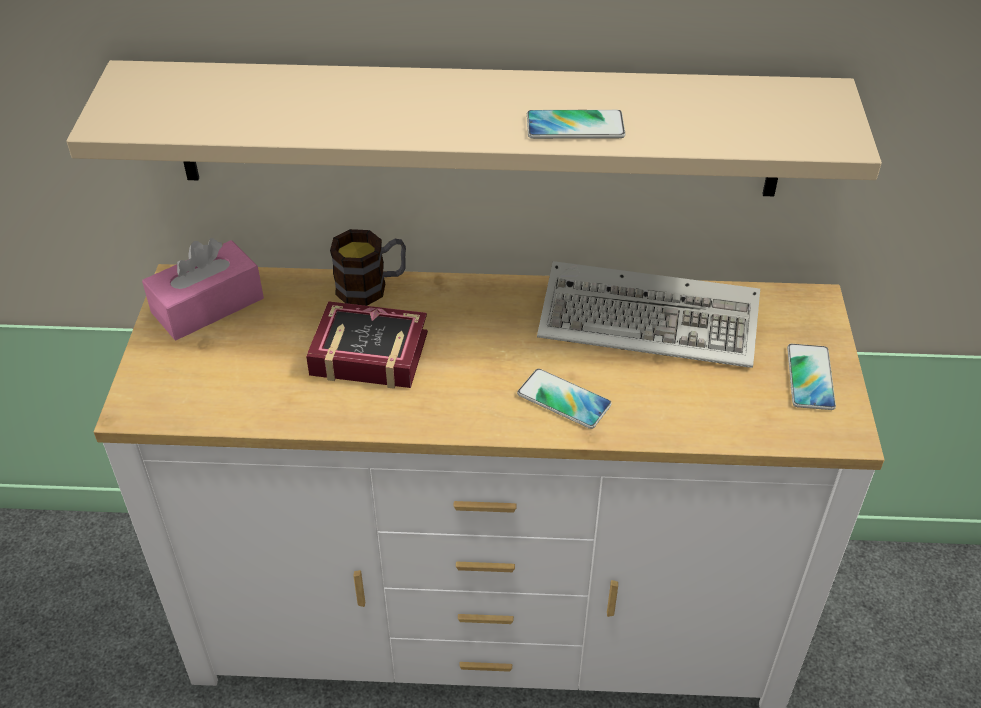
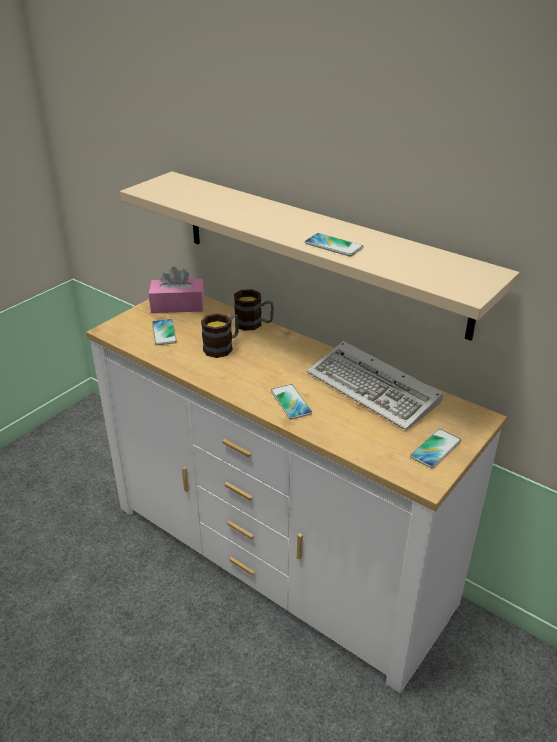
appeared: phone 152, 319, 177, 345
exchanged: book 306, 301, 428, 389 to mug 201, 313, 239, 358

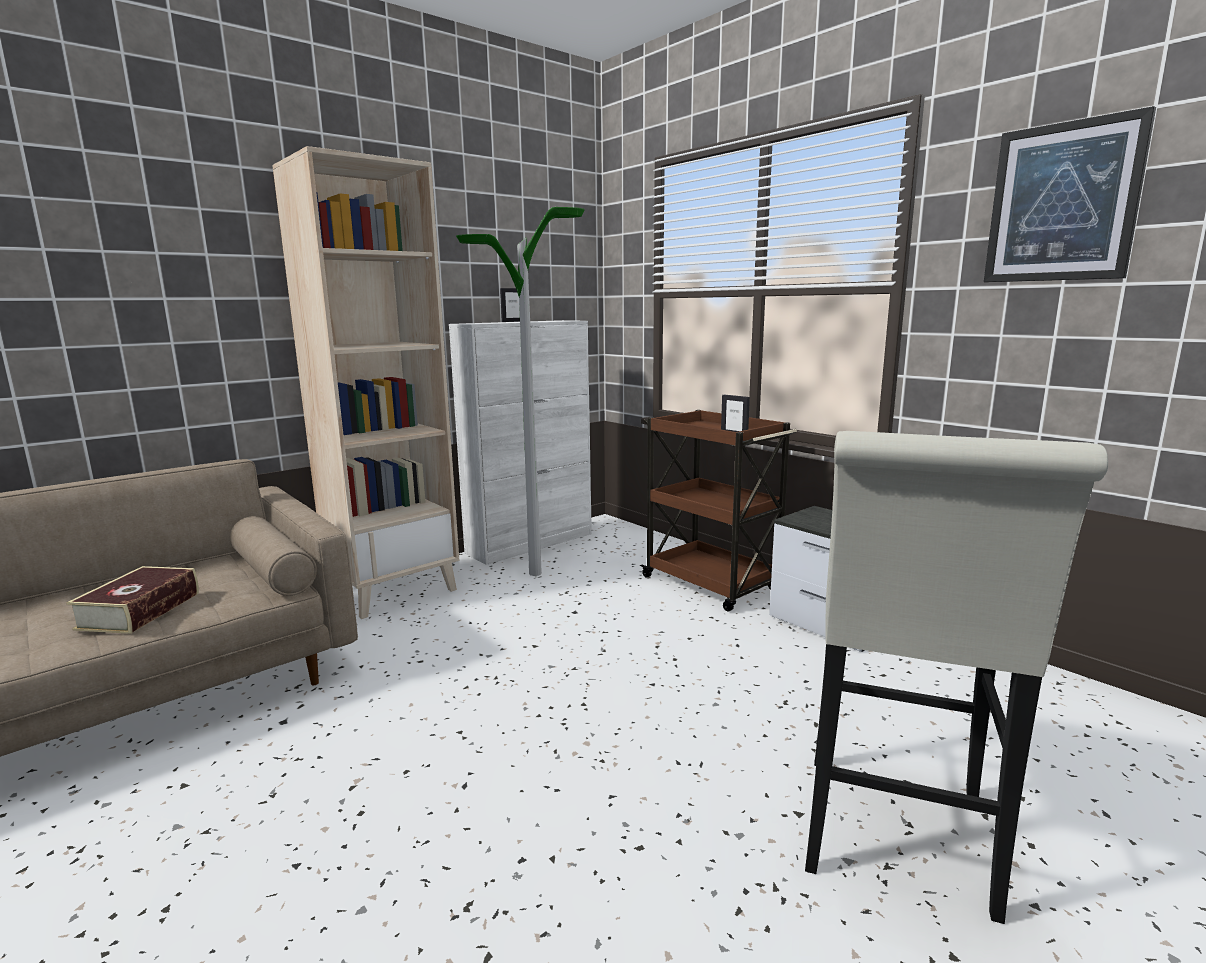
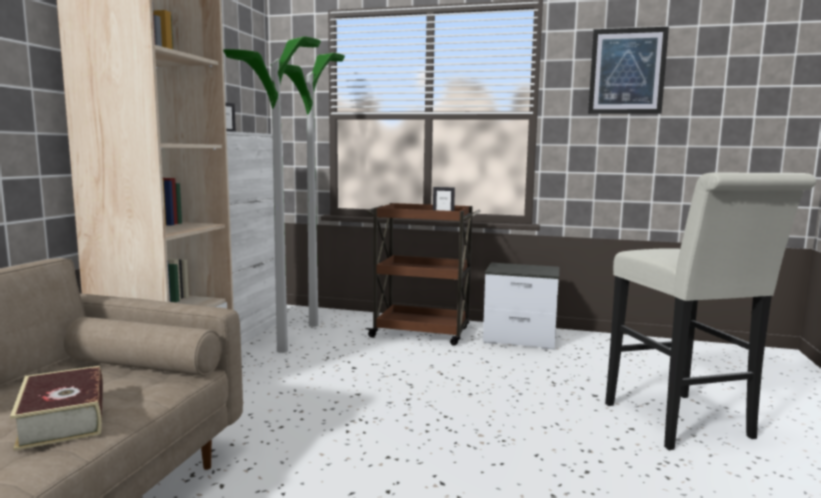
appeared: floor lamp 270, 53, 345, 327

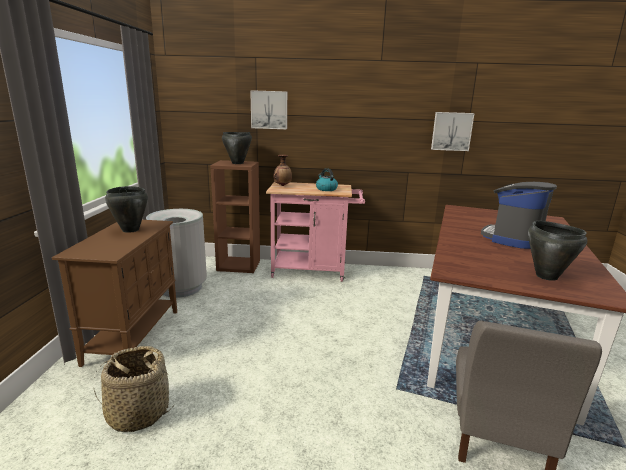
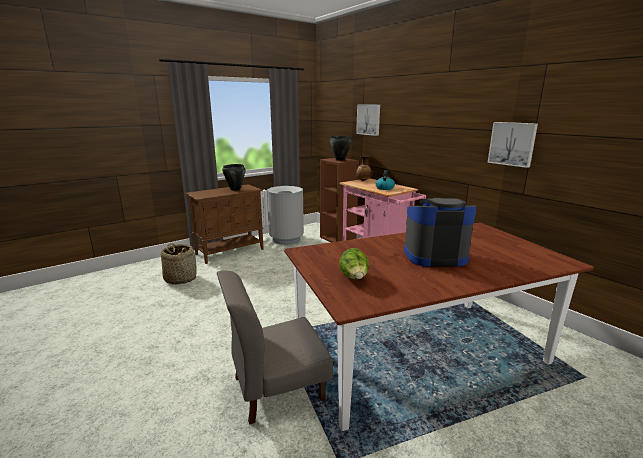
exchanged: black cooking pot 528, 221, 587, 281 to lettuce 339, 248, 369, 279

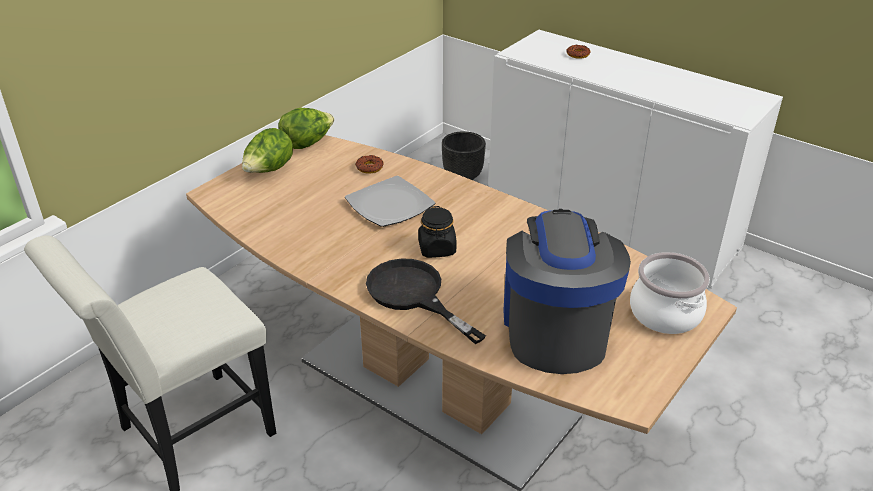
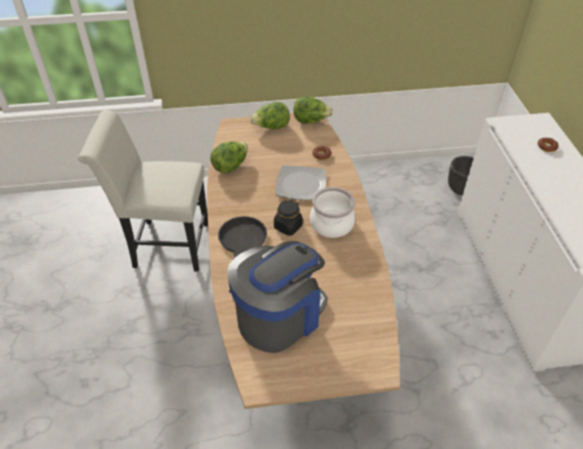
appeared: lettuce 210, 141, 248, 173
relocated: cooking pot 630, 252, 710, 334 to 310, 187, 355, 238

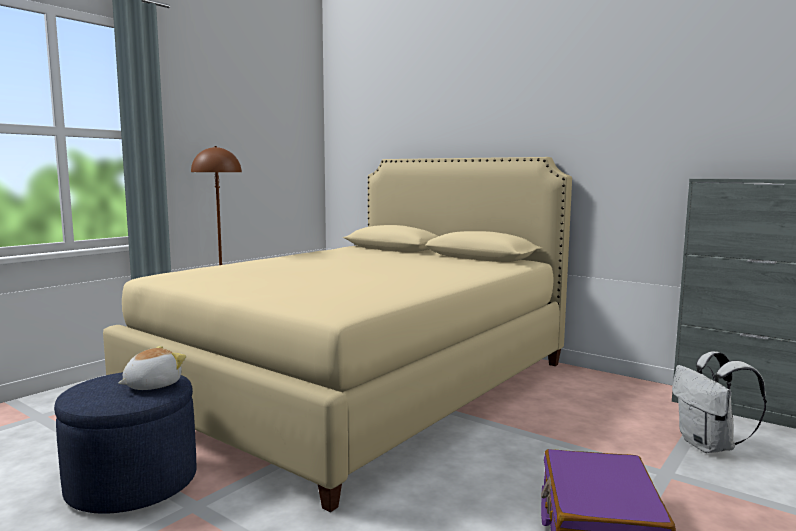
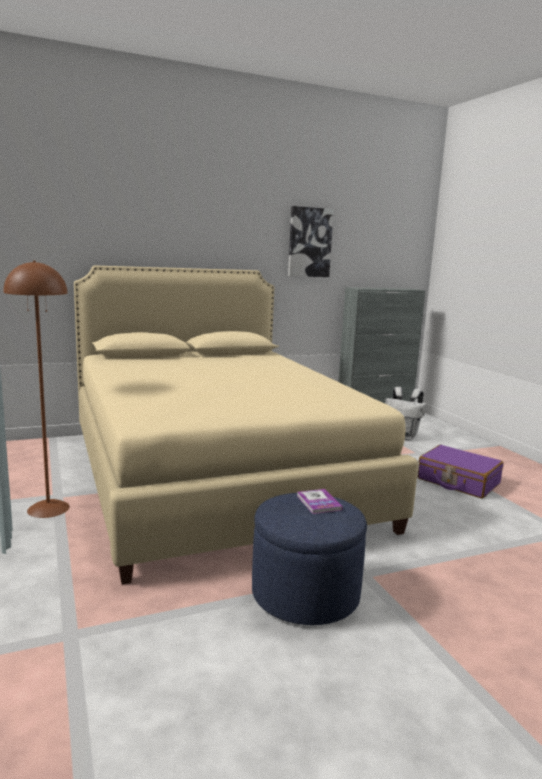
appeared: picture 288, 206, 334, 277
exchanged: plush toy 118, 346, 186, 390 to book 297, 489, 343, 514

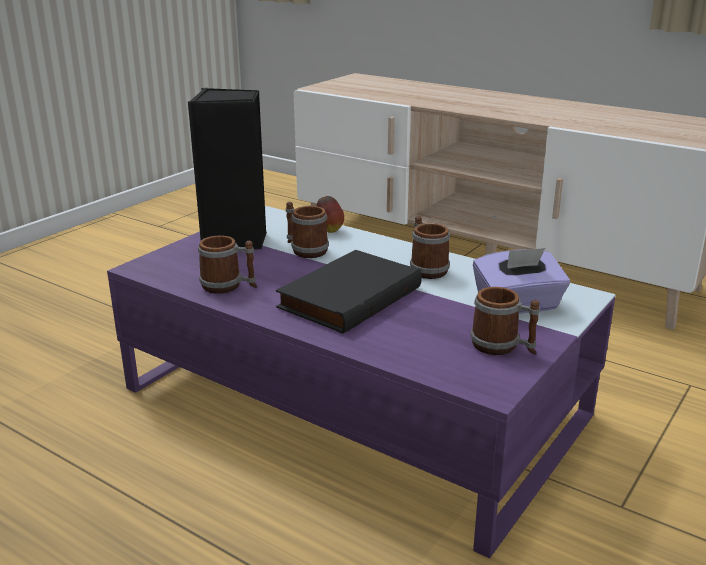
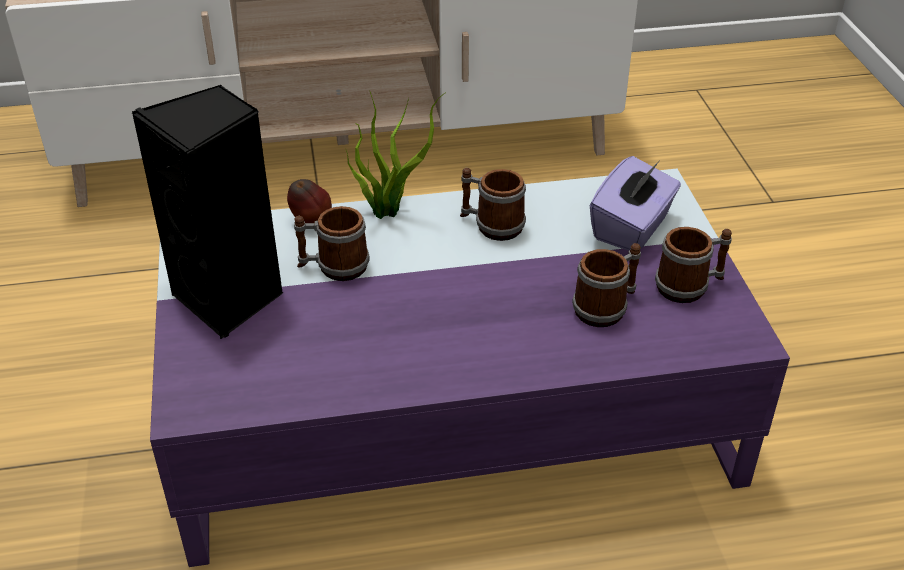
missing: black book 276, 250, 422, 334
appeared: potted plant 346, 90, 445, 219
relocated: mug 198, 236, 257, 294 to 572, 243, 641, 327

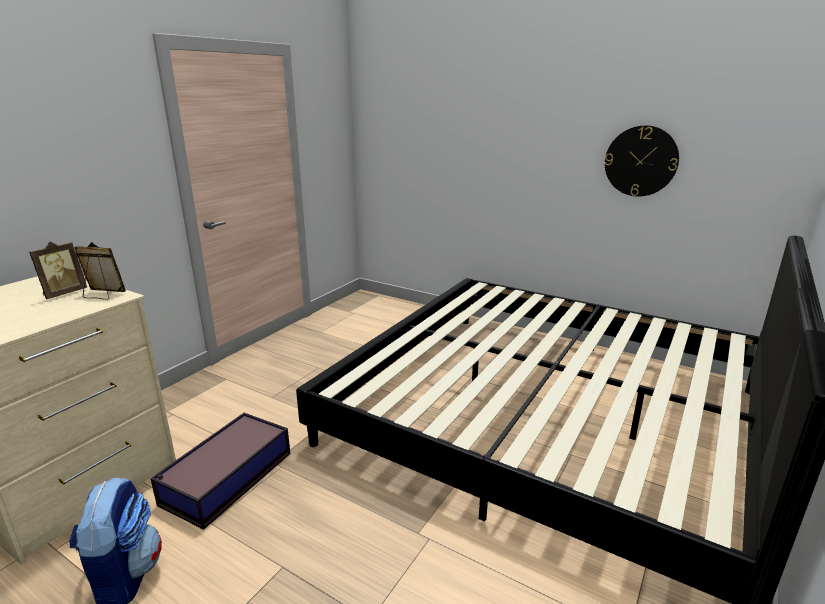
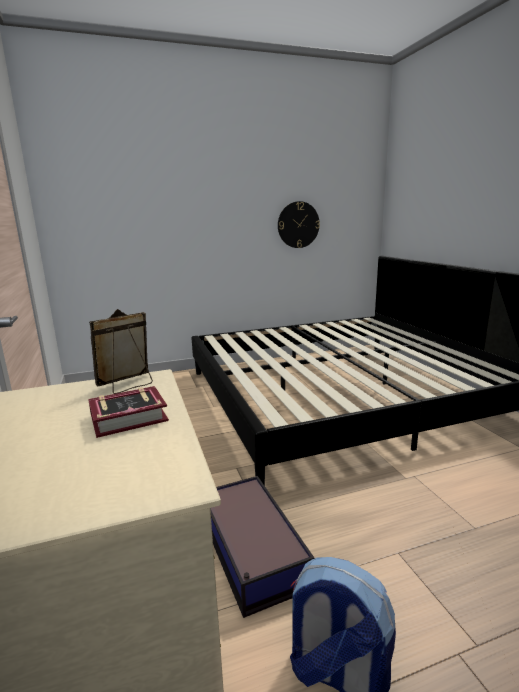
missing: picture frame 29, 242, 87, 299
appeared: book 88, 386, 169, 438

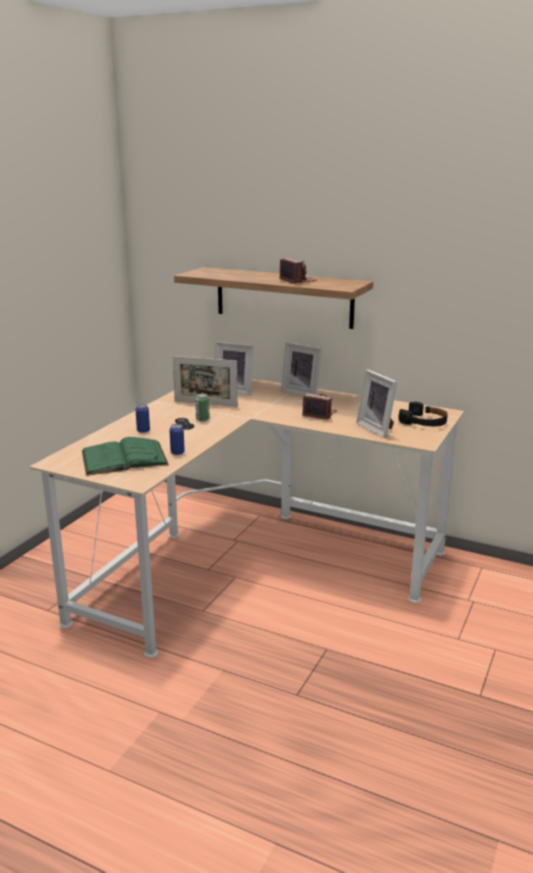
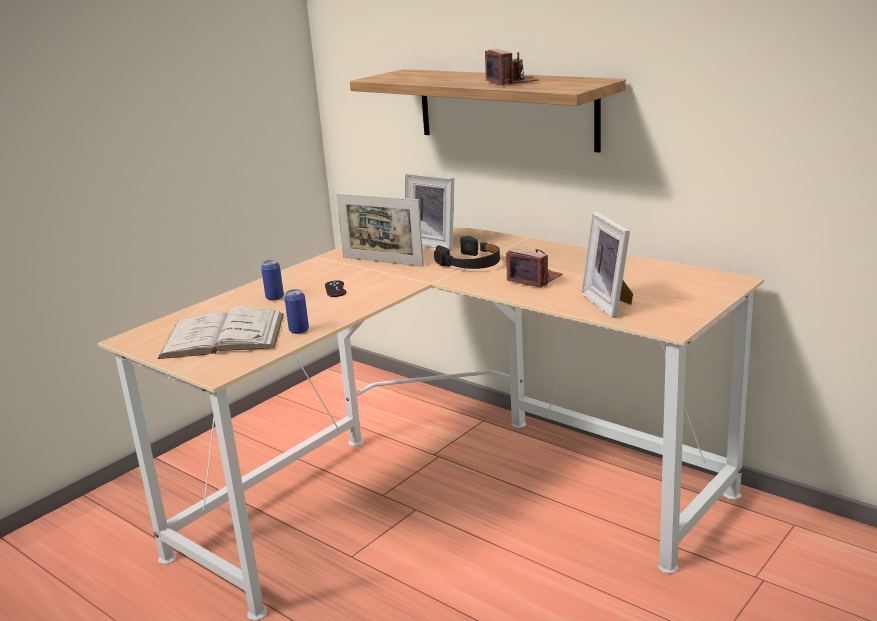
missing: can 195, 394, 210, 421; picture frame 281, 342, 322, 396
relocated: black headphones 399, 402, 448, 426 to 434, 236, 500, 269
colour: green book 82, 437, 169, 476 to white book 158, 306, 284, 359

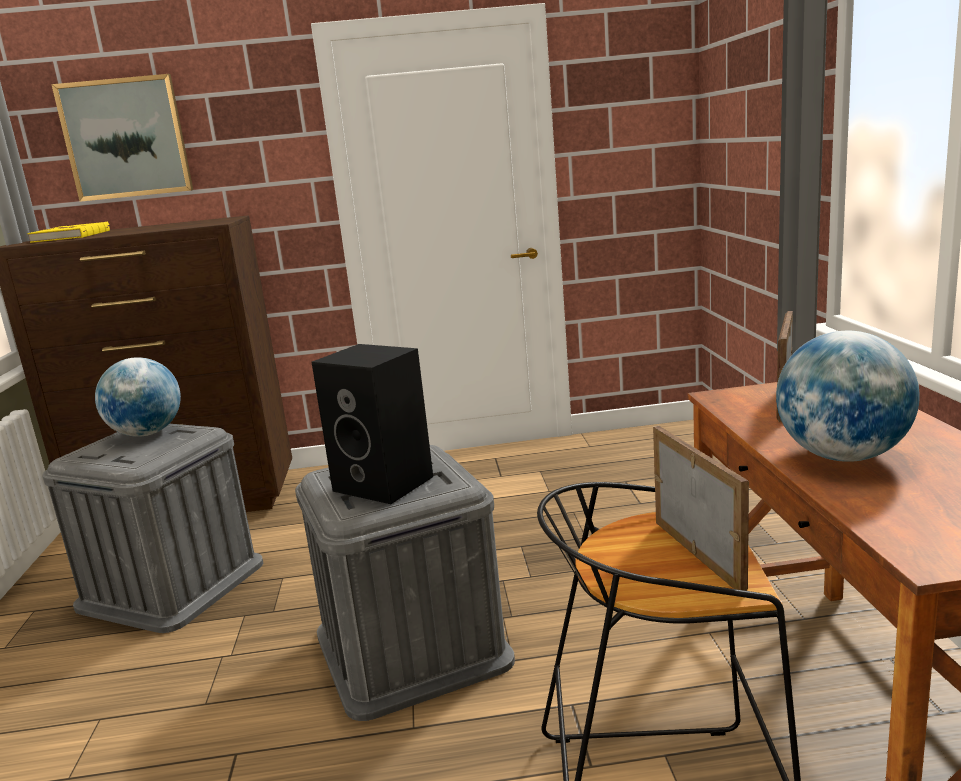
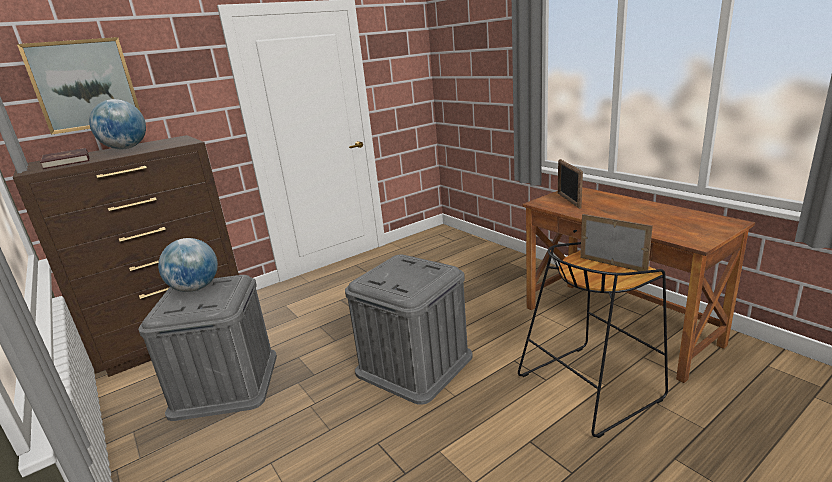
missing: black speaker 311, 344, 433, 504
relocated: globe 776, 331, 920, 462 to 89, 99, 146, 149
colour: yellow book 27, 222, 110, 243 to red book 40, 148, 89, 169

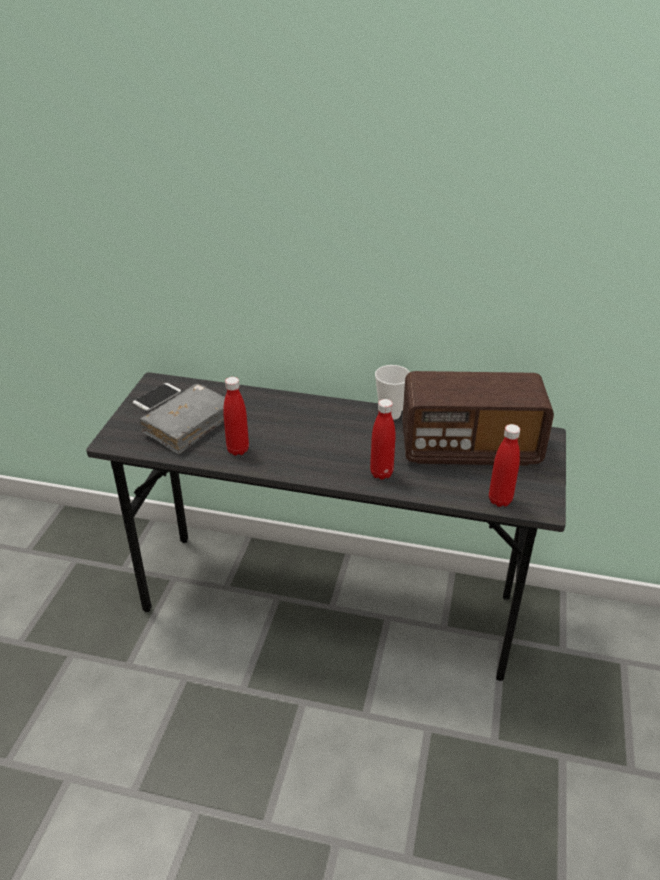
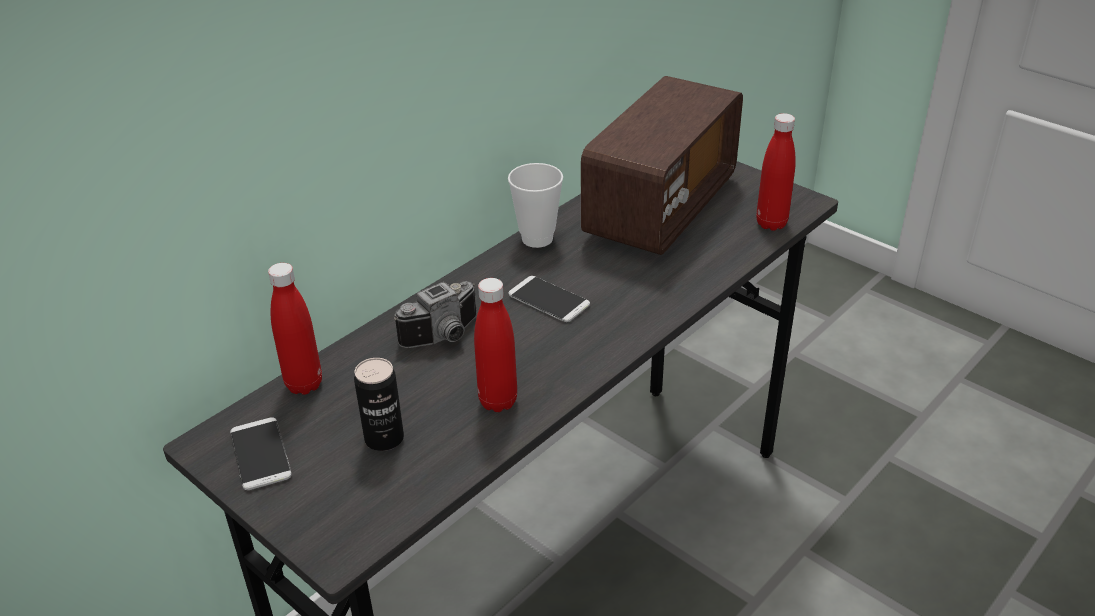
appeared: photo camera 394, 281, 477, 348; phone 508, 276, 590, 322
relocated: red bottle 370, 399, 395, 480 to 268, 263, 322, 395
exchanged: grey book 139, 384, 225, 454 to can 354, 358, 404, 451

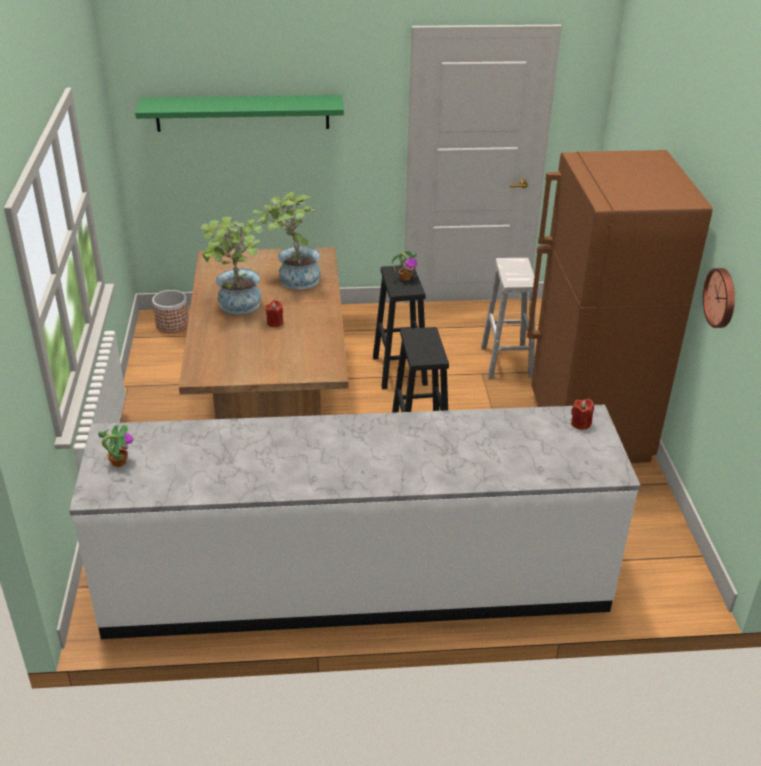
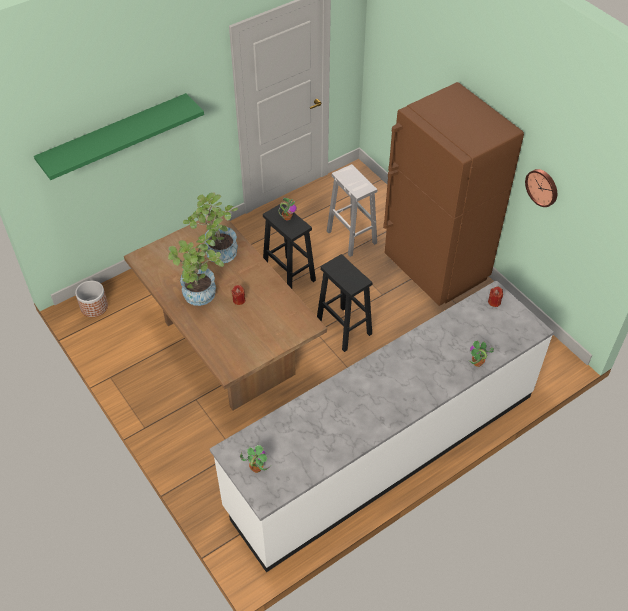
appeared: potted plant 468, 340, 494, 367

